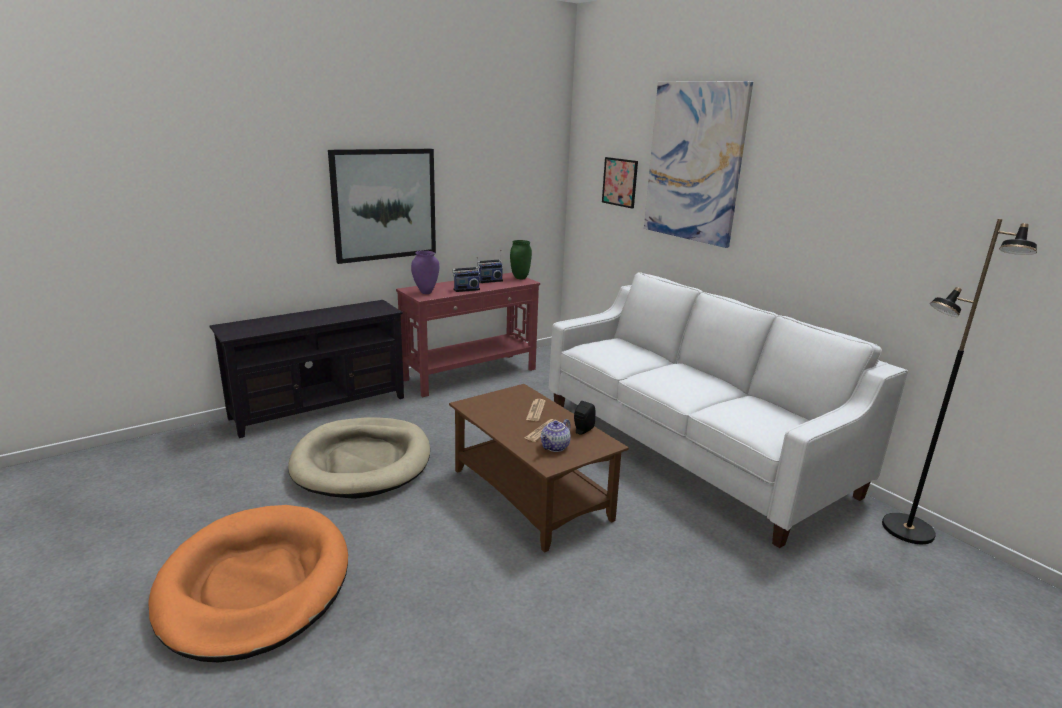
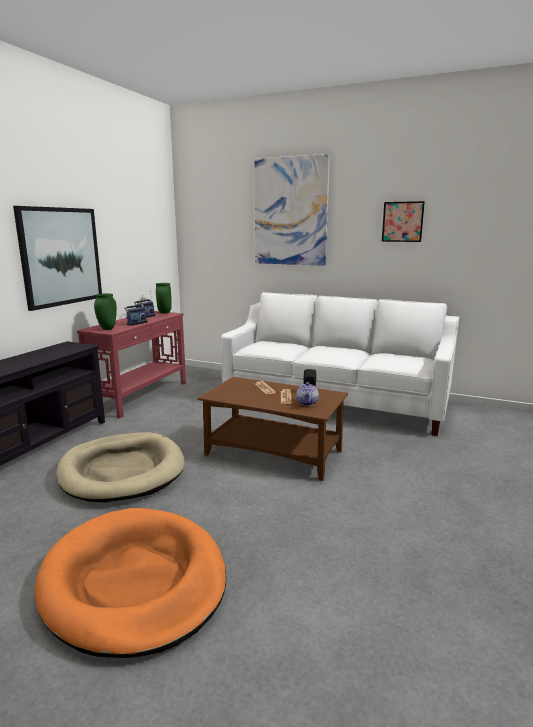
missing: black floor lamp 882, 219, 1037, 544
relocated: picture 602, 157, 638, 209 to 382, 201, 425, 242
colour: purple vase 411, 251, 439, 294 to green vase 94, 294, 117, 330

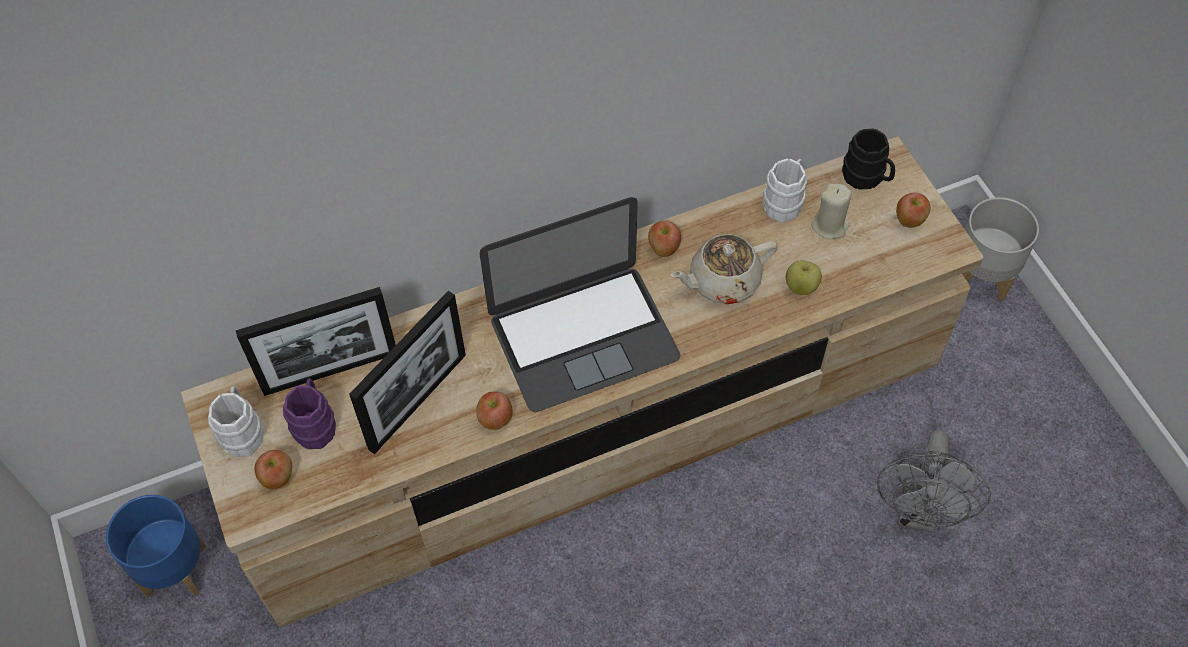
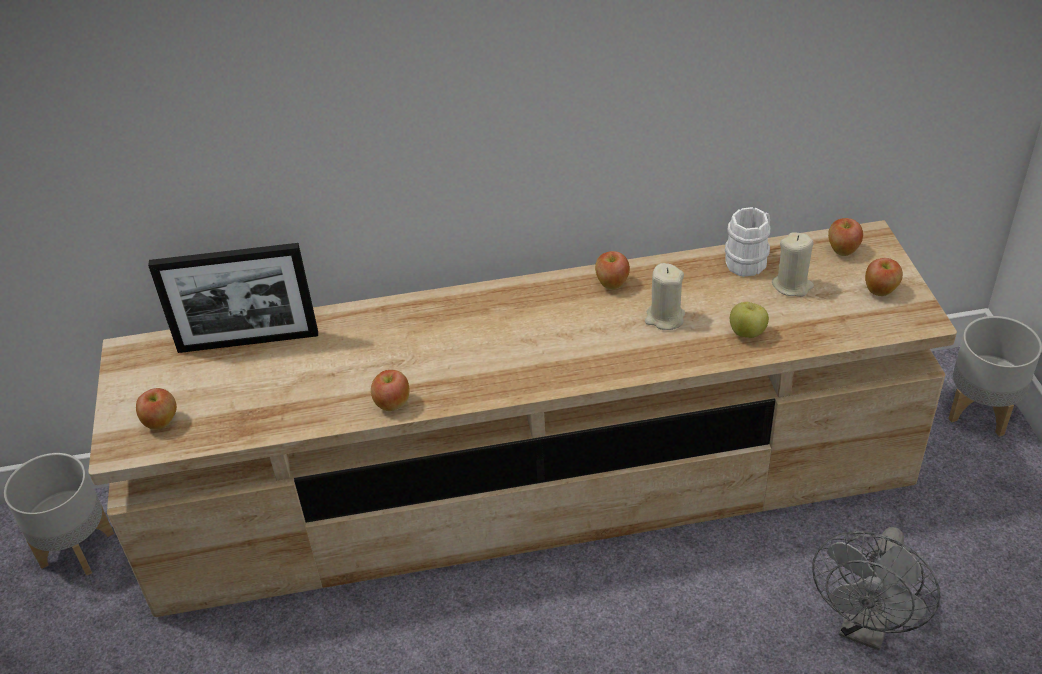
missing: white mug 208, 386, 263, 457; purple mug 283, 378, 336, 449; picture frame 349, 291, 466, 454; laptop 480, 197, 681, 412
exchanged: beige teapot 670, 234, 777, 304 to beige candle 645, 263, 685, 330; black mug 842, 129, 895, 190 to apple 828, 218, 863, 256
colour: blue planter 106, 495, 206, 598 to grey planter 4, 453, 114, 576

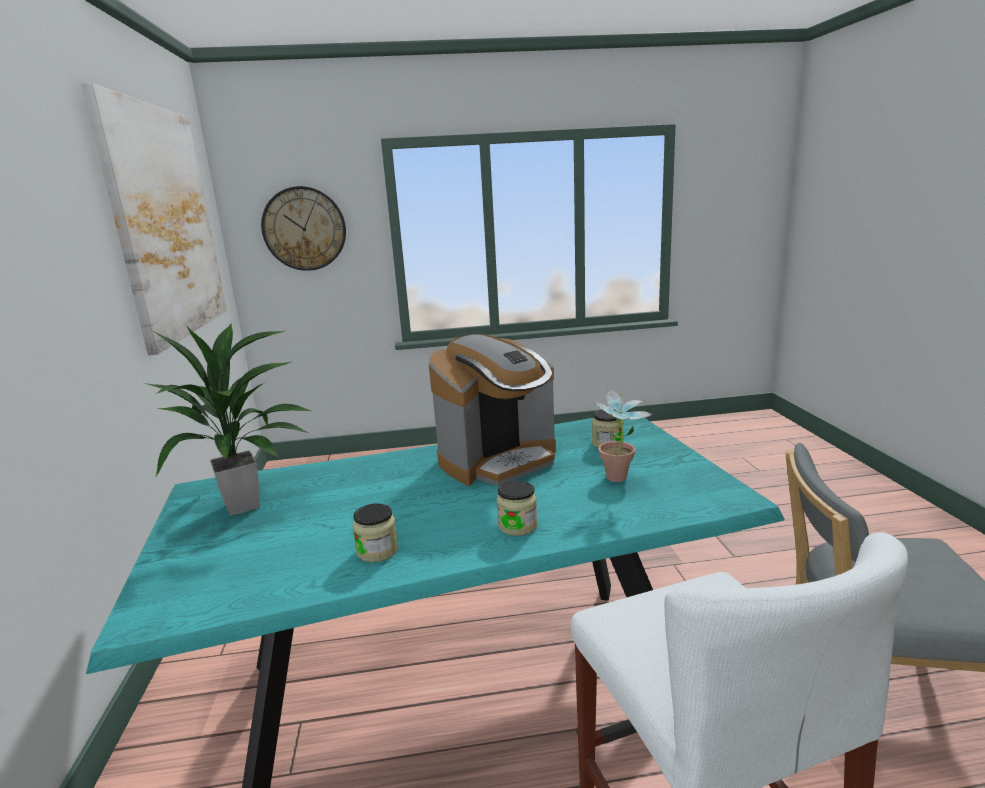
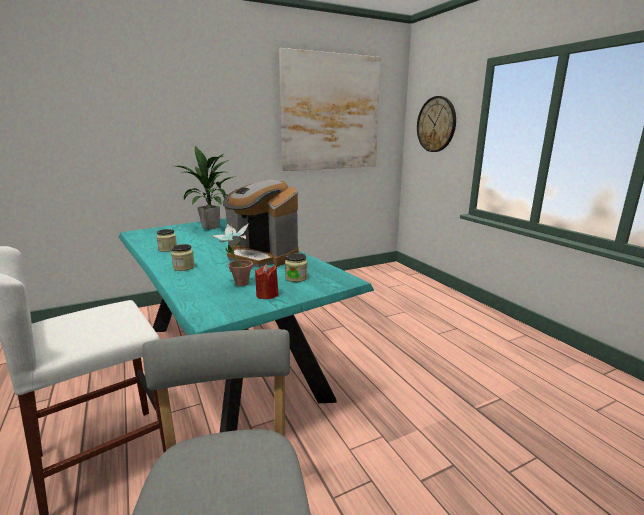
appeared: red candle 255, 264, 279, 299

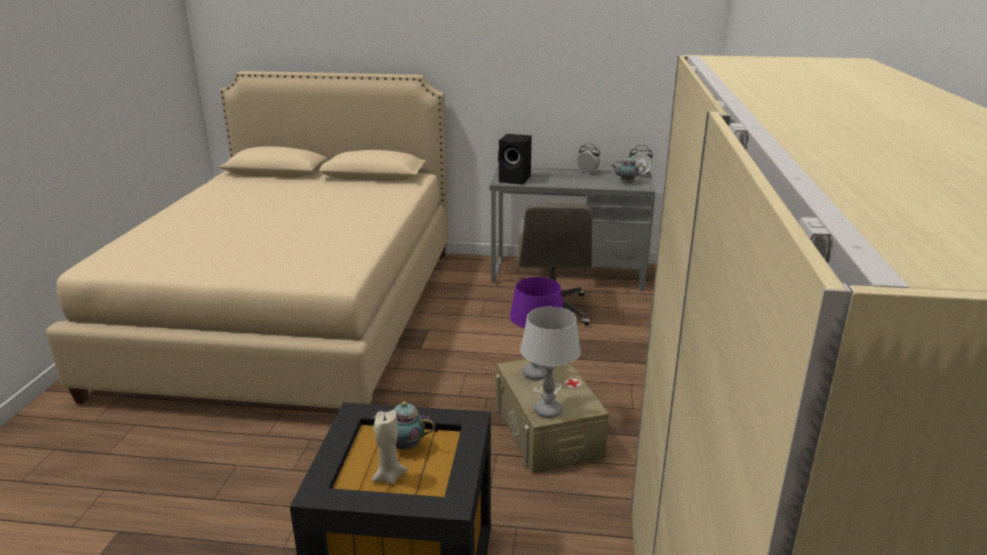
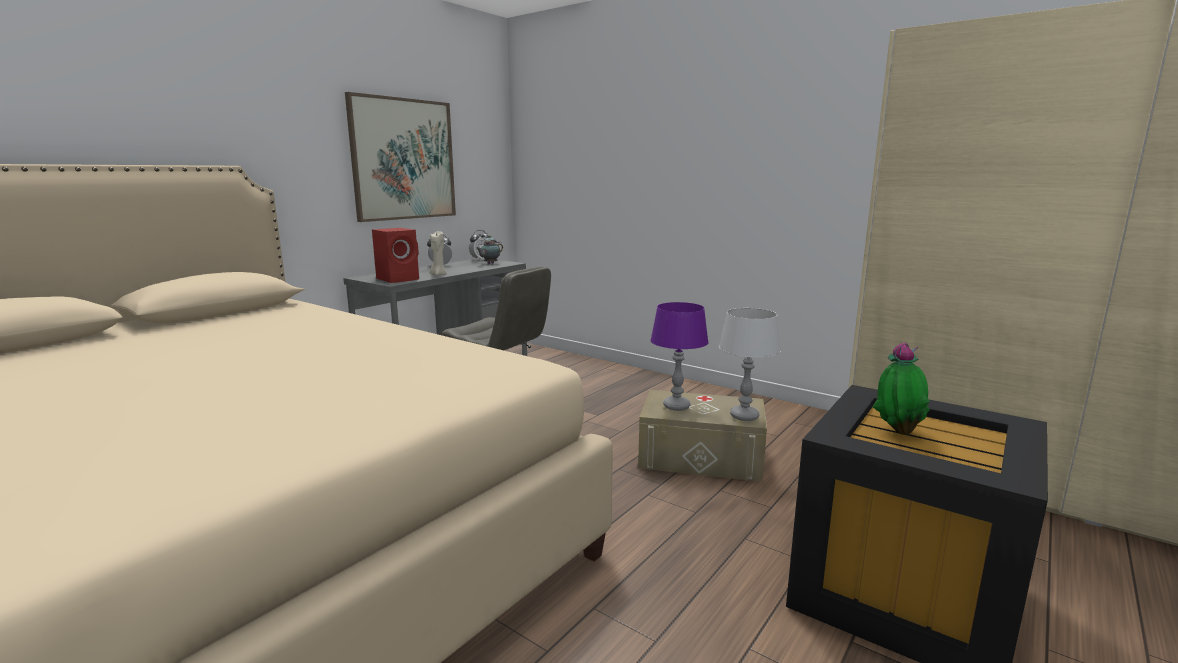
appeared: picture 345, 92, 456, 222
relocated: beige candle 372, 410, 408, 485 to 430, 231, 447, 275
exchanged: teapot 373, 401, 435, 450 to potted plant 873, 343, 930, 435
colour: black speaker 498, 134, 532, 184 to red speaker 372, 228, 419, 283

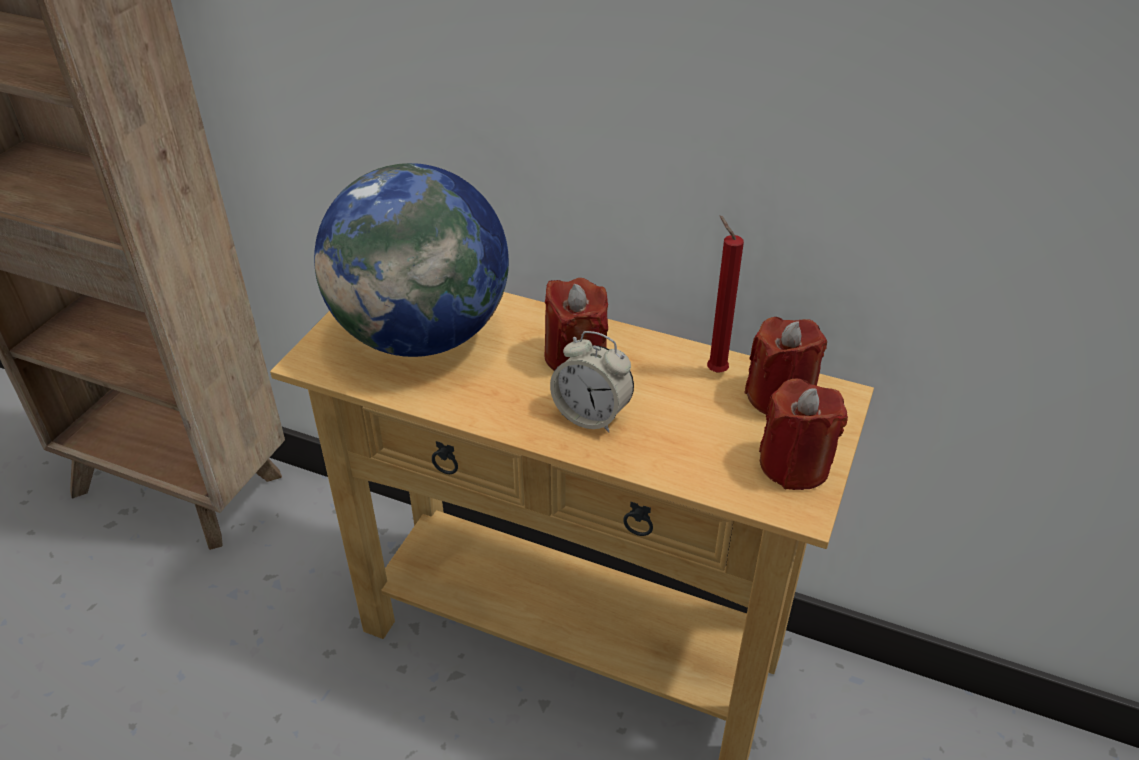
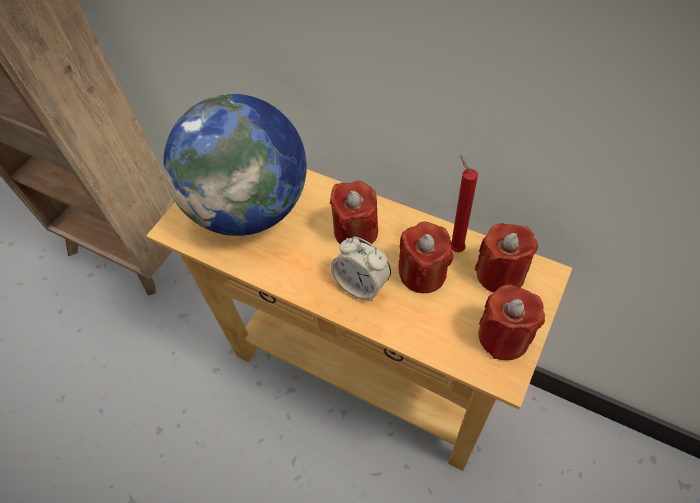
appeared: red candle 398, 221, 453, 293

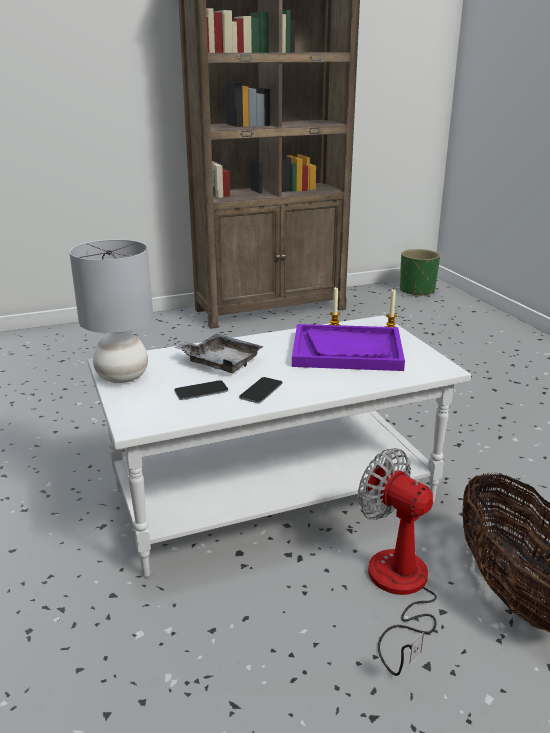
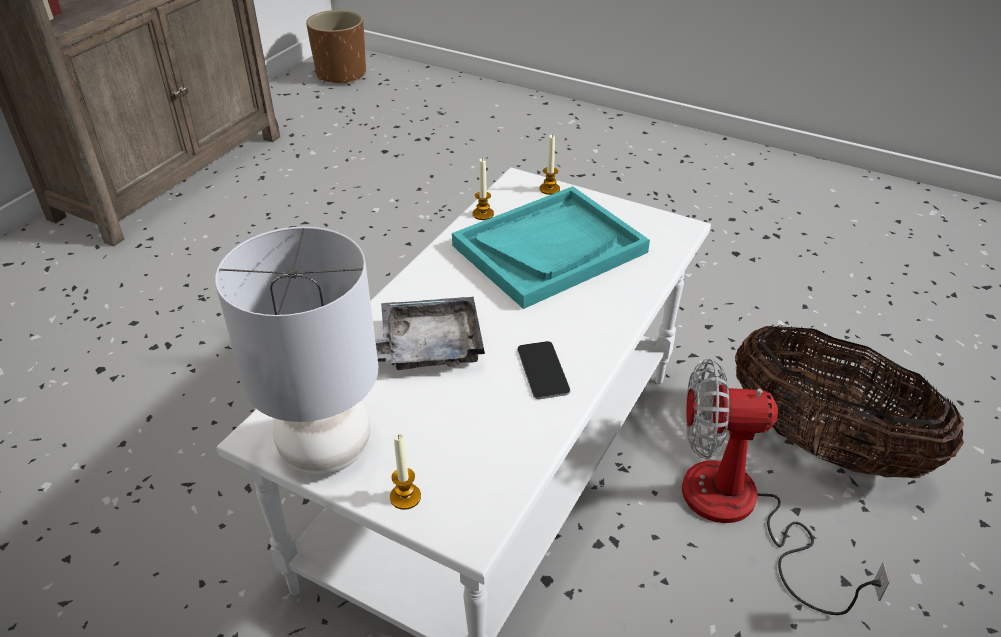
missing: phone 174, 380, 228, 400
appeared: candle 390, 434, 421, 510
colour: purple tray 292, 324, 405, 371 to turquoise tray 452, 186, 650, 309; green planter 400, 249, 440, 297 to brown planter 306, 10, 366, 84

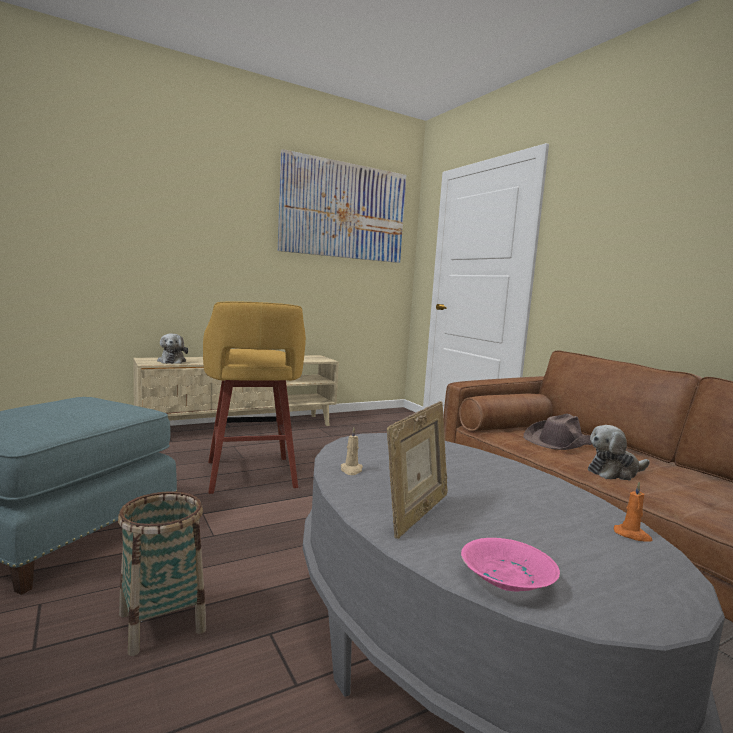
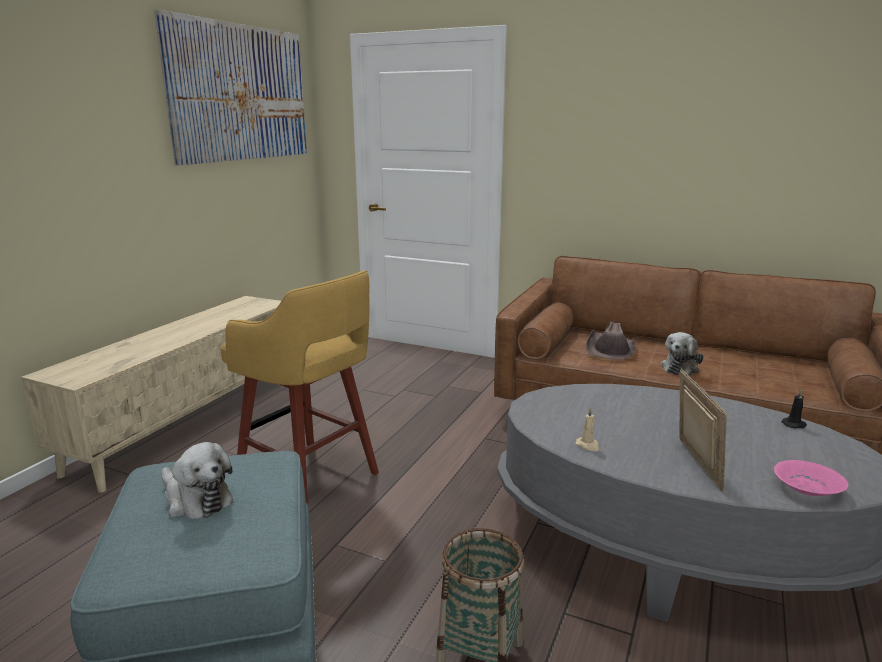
relocated: plush toy 157, 333, 188, 364 to 162, 442, 233, 519
colour: orange candle 614, 482, 652, 542 to black candle 782, 390, 807, 428

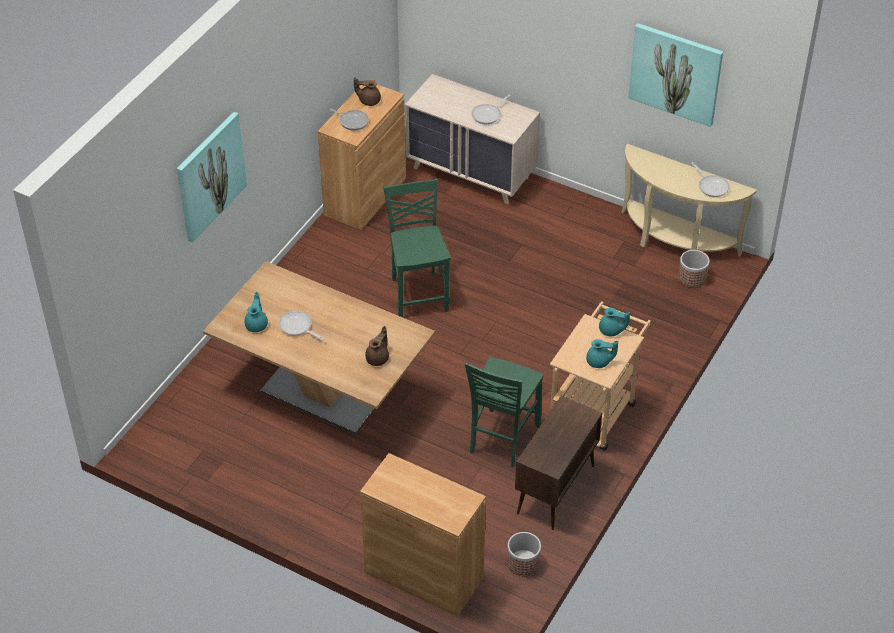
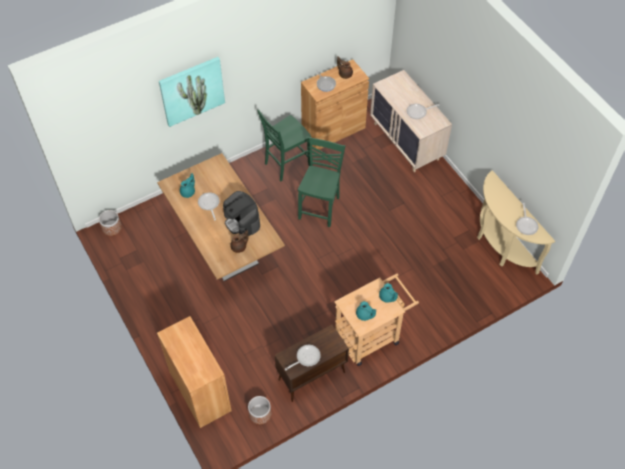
missing: picture 628, 23, 723, 127
appeared: coffee machine 223, 191, 260, 236; frying pan 285, 345, 321, 370
relocated: green chair 465, 357, 543, 467 to 257, 109, 311, 181; planter 678, 250, 709, 288 to 99, 210, 122, 236

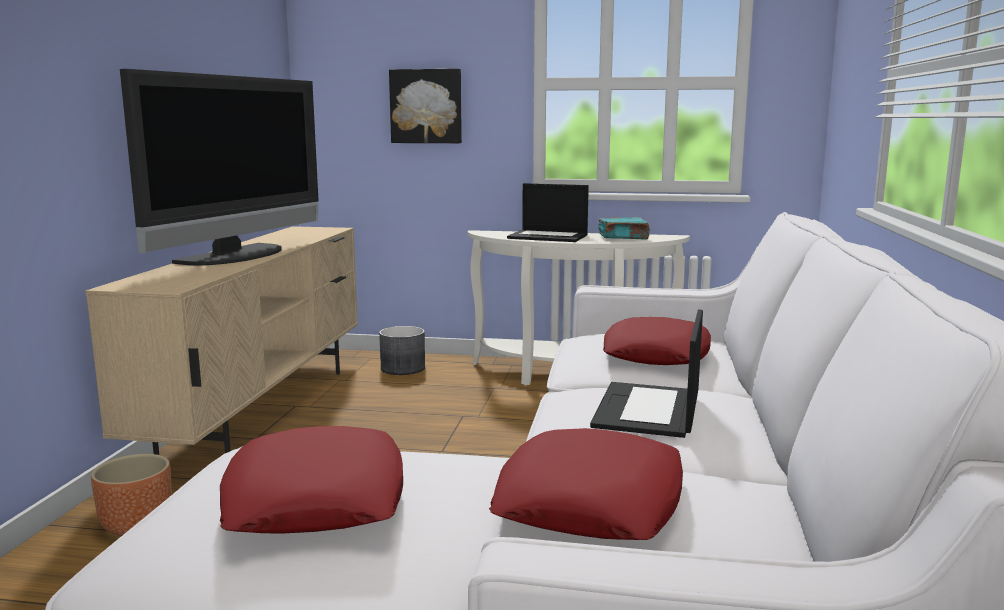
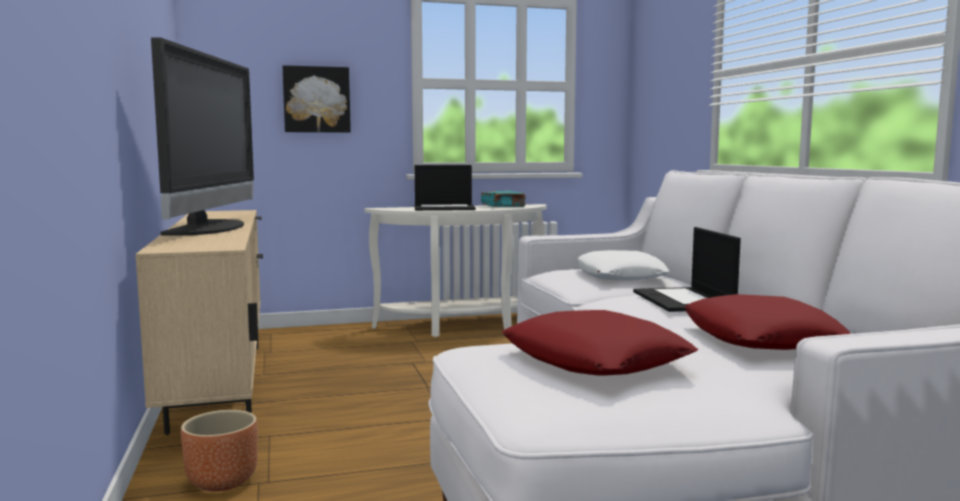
missing: grey planter 379, 326, 425, 375
colour: red pillow 603, 317, 711, 365 to white pillow 577, 250, 669, 281

